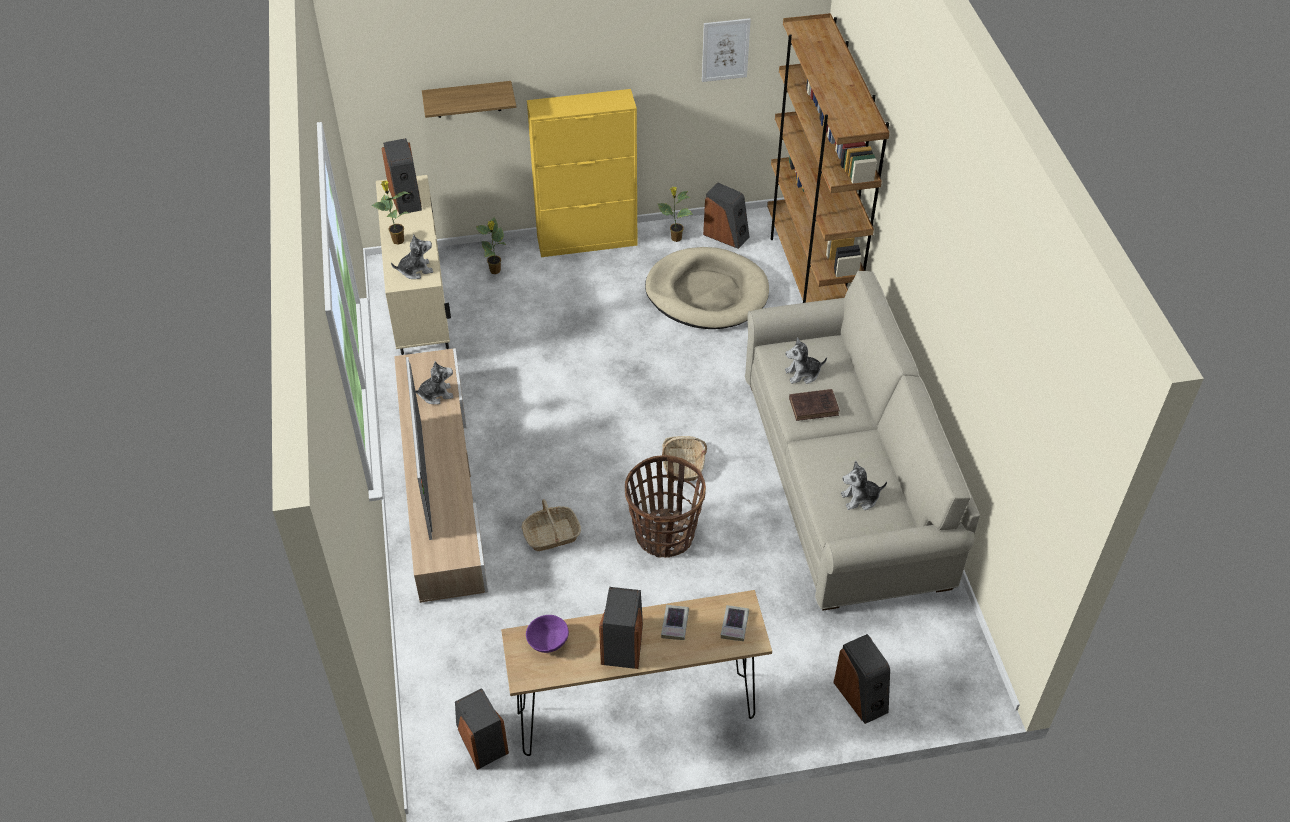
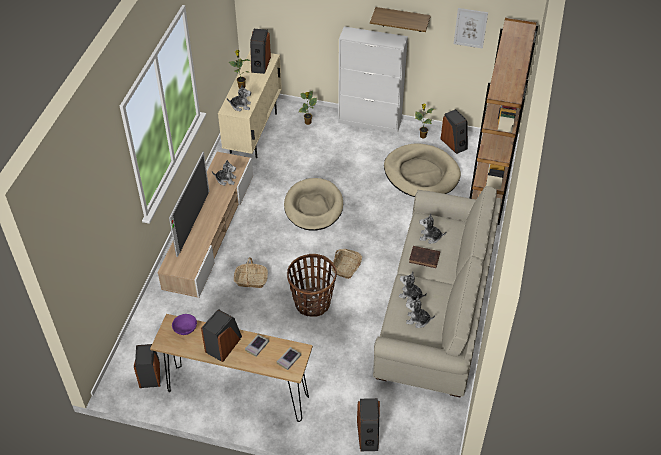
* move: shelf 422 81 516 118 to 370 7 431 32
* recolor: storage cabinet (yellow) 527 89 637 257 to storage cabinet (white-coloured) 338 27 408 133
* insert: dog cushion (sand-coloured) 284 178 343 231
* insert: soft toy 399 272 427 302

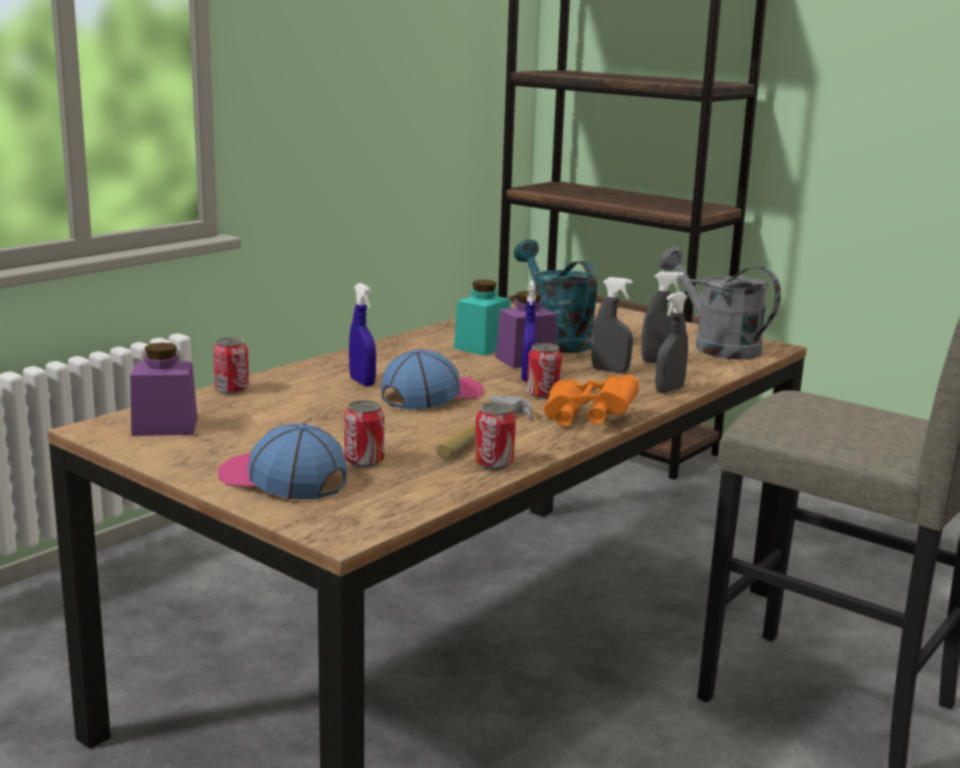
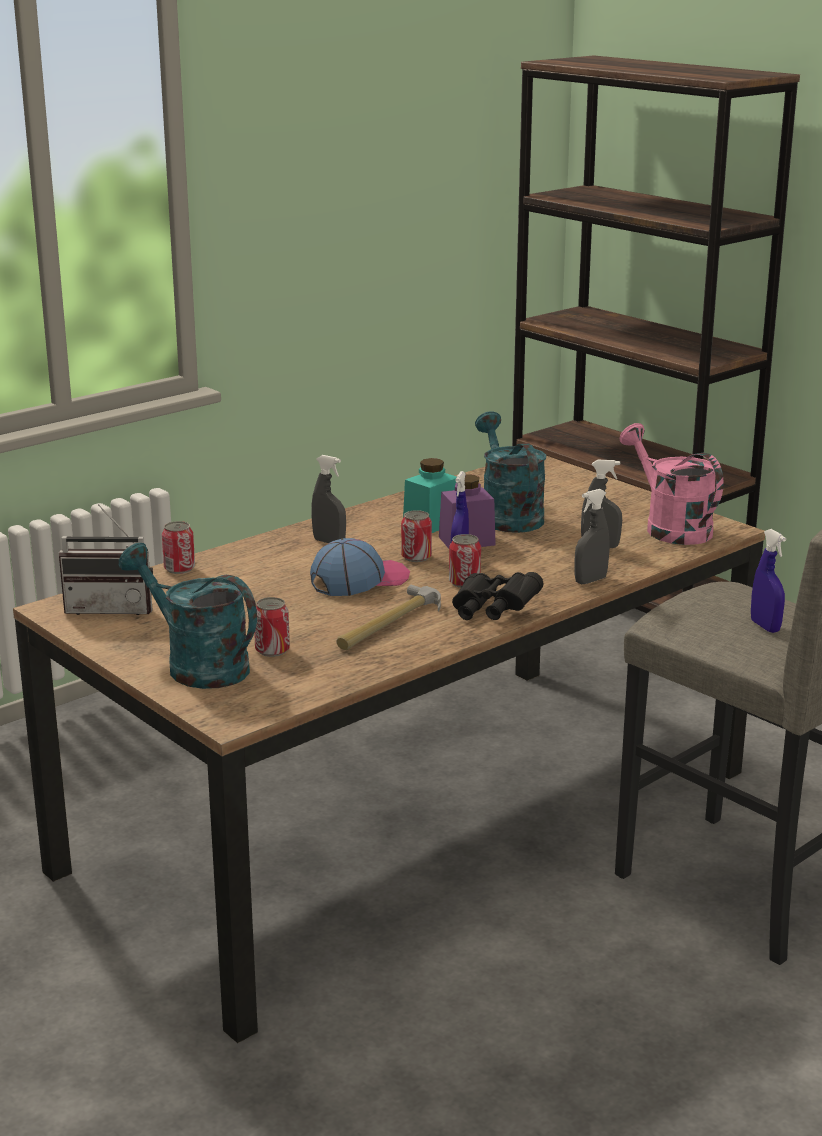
* replace: storage jar (purplish) 130 342 198 436 to radio set 59 504 153 615
* replace: cap 218 423 347 499 to sprinkling can (blue-green) 119 543 257 689
* move: spray bottle (blue) 349 283 376 386 to 751 529 786 633
* move: sealed can 475 403 516 470 to 401 510 432 562
* recolor: pair of binoculars (orange) 544 375 639 427 to pair of binoculars (blackish) 452 572 543 620
* move: spray bottle (grey) 591 277 633 373 to 311 455 346 543
* recolor: sprinkling can (grey) 659 247 781 359 to sprinkling can (pinkish) 620 423 724 545

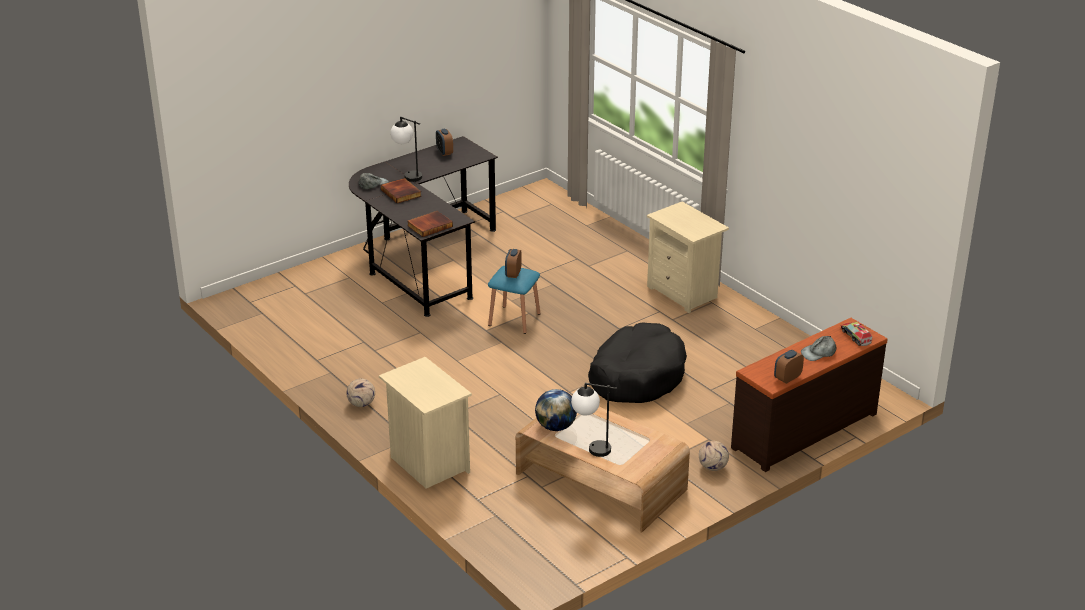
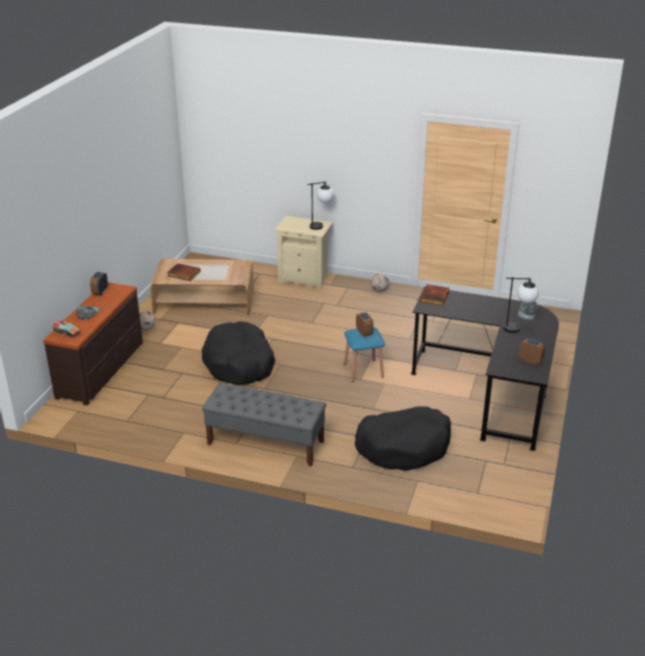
* move: bound book 381 178 422 203 to 167 263 201 281
* delete: desk globe 535 389 577 431
* move: tabletop lamp 571 383 617 457 to 307 182 334 230
* replace: bedside table (sand-coloured) 647 202 729 313 to bench (grey) 202 383 326 466
* insert: dog cushion (blackish) 355 406 451 471

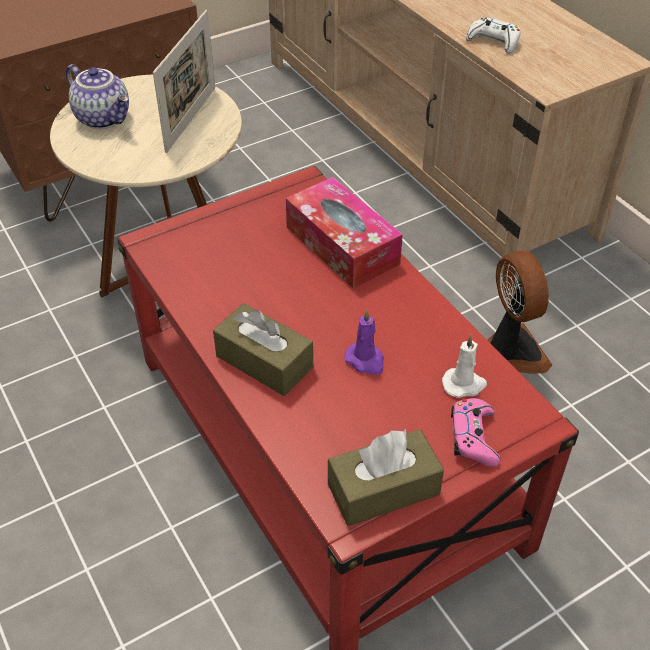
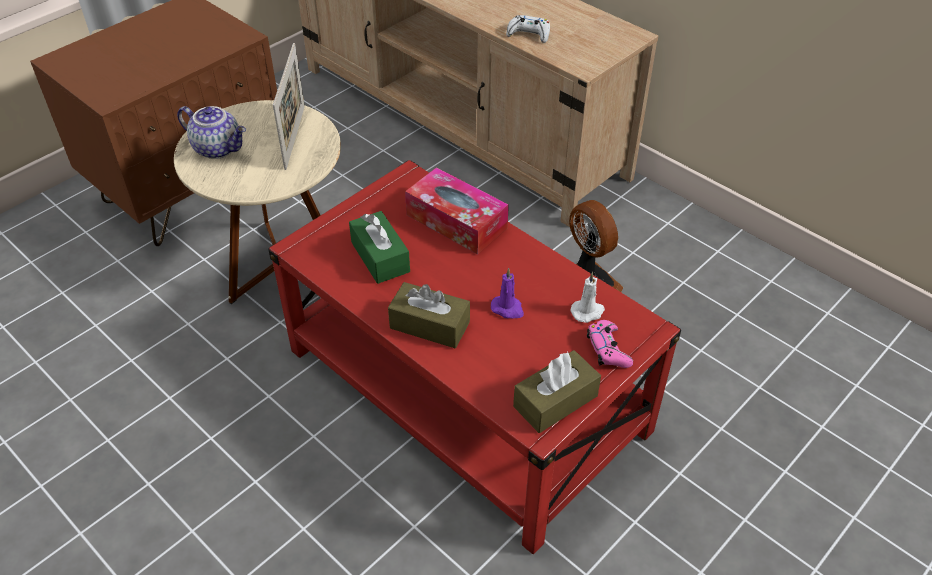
* insert: box of tissues (greenish) 349 211 410 284

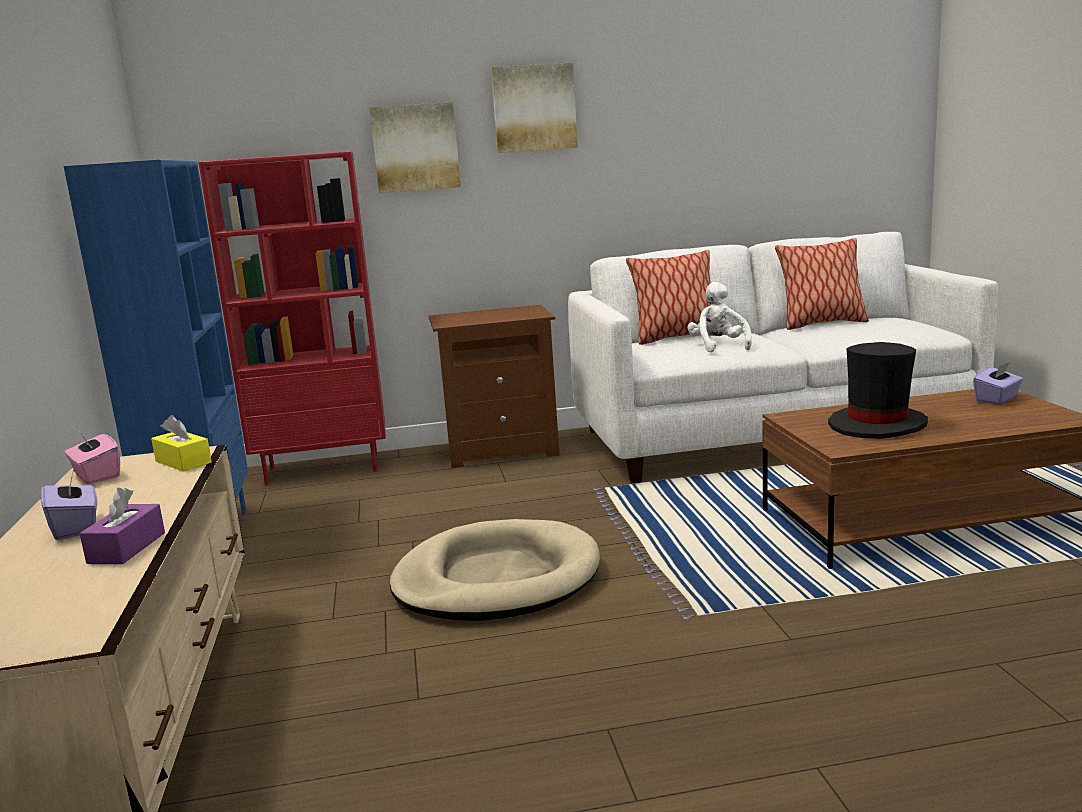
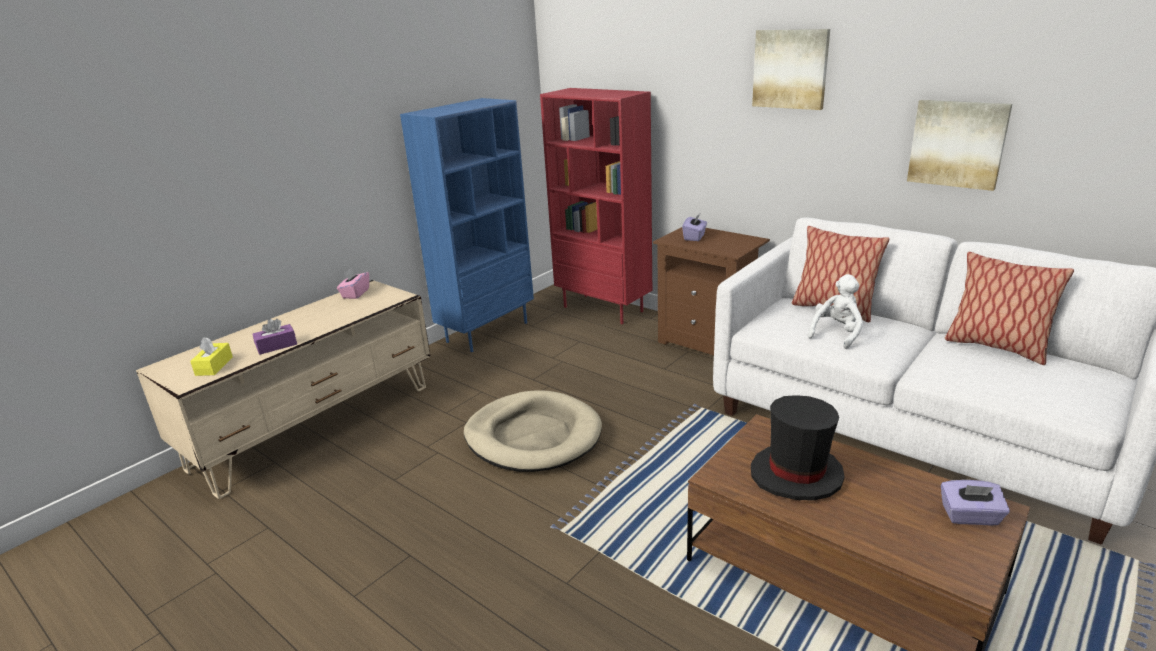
* move: box of tissues (purplish) 41 469 97 540 to 682 214 707 241
* move: box of tissues (yellow) 151 415 212 472 to 190 337 233 376
* move: picture 369 102 461 193 to 907 100 1012 191

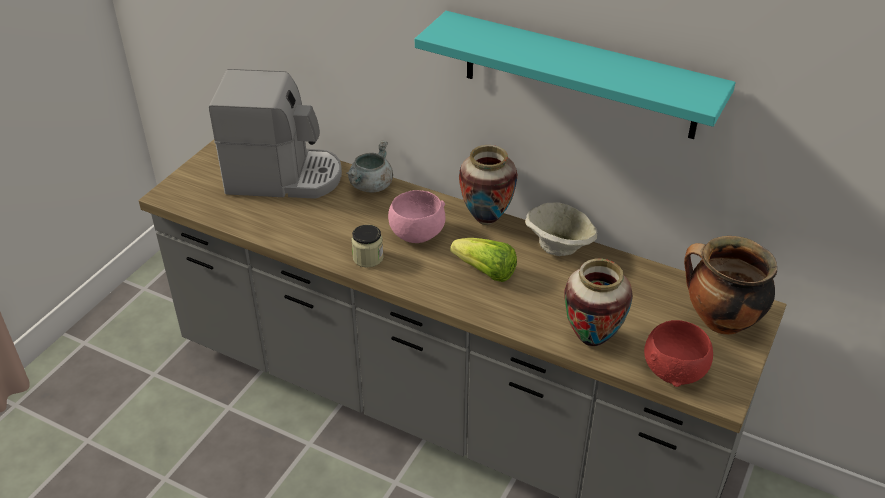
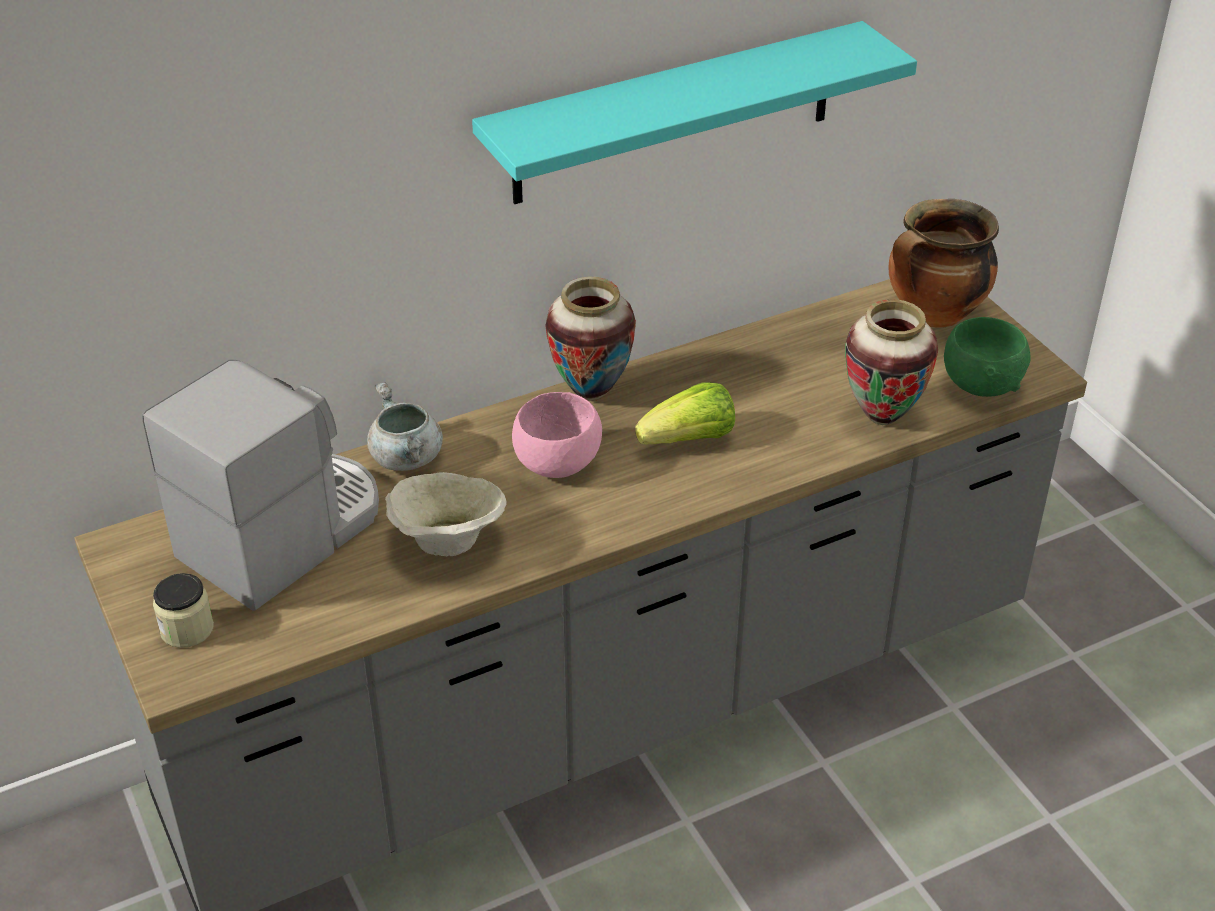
* move: storage jar 351 225 383 268 to 153 573 214 648
* move: deep dish (sand-coloured) 525 202 597 256 to 385 472 507 556
* recolor: deep dish (red) 644 320 713 387 to deep dish (greenish) 944 317 1031 397

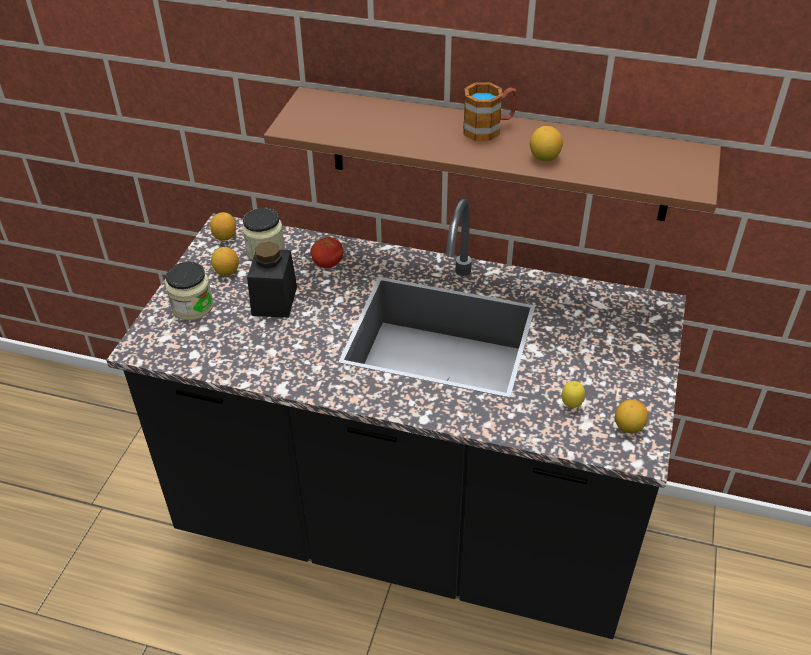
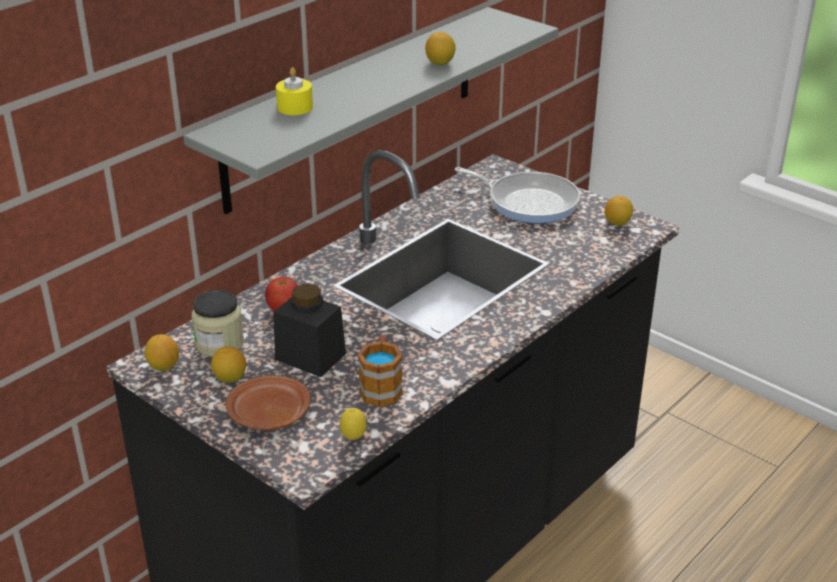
* replace: storage jar 166 262 213 320 to plate (brown-coloured) 226 375 310 430
* recolor: shelf (brown-coloured) 264 87 721 221 to shelf (grey) 183 7 559 214
* move: coffee mug 463 82 517 141 to 358 335 403 407
* move: citrus fruit 562 381 585 408 to 340 408 366 440
* insert: wax candle (yellow) 276 67 313 115
* insert: pan 455 167 580 223

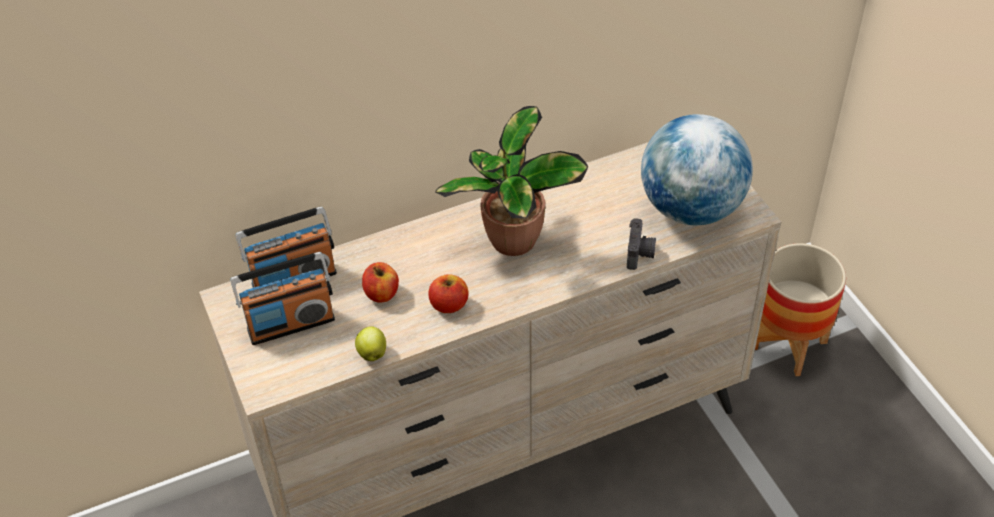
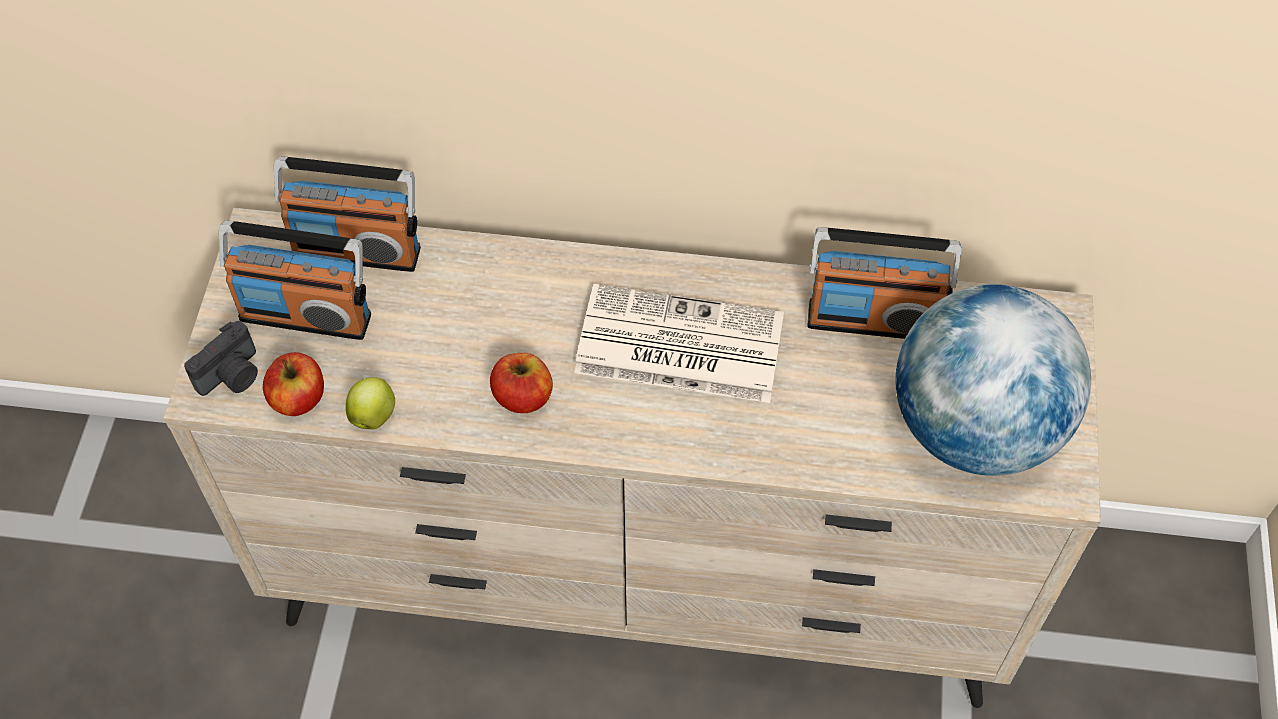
* move: apple 362 262 399 303 to 263 352 324 416
* replace: plant in a pot 435 106 588 256 to daily paper 574 284 784 403
* move: still camera 627 218 656 270 to 184 321 258 396
* delete: planter 755 243 846 376
* insert: radio set 807 227 962 339

